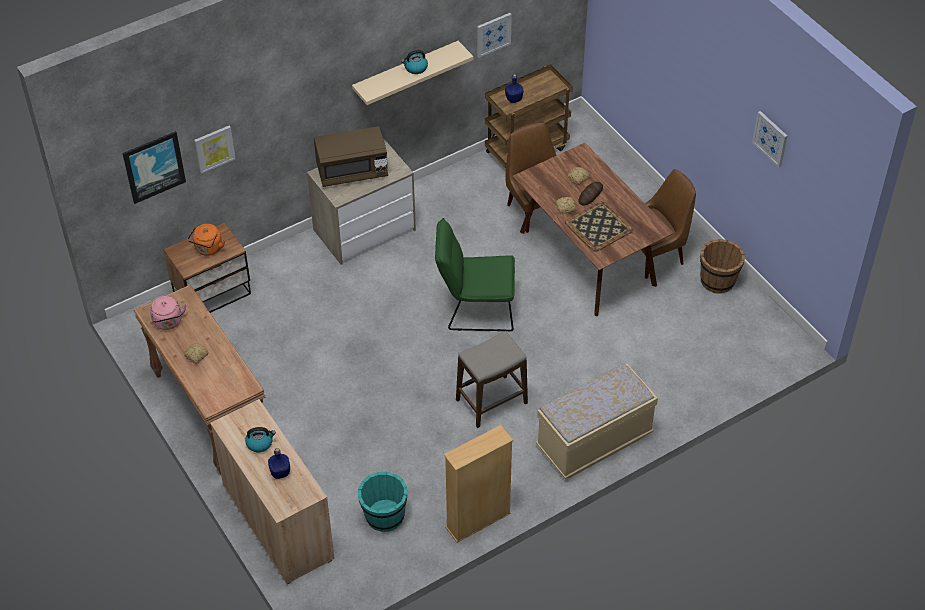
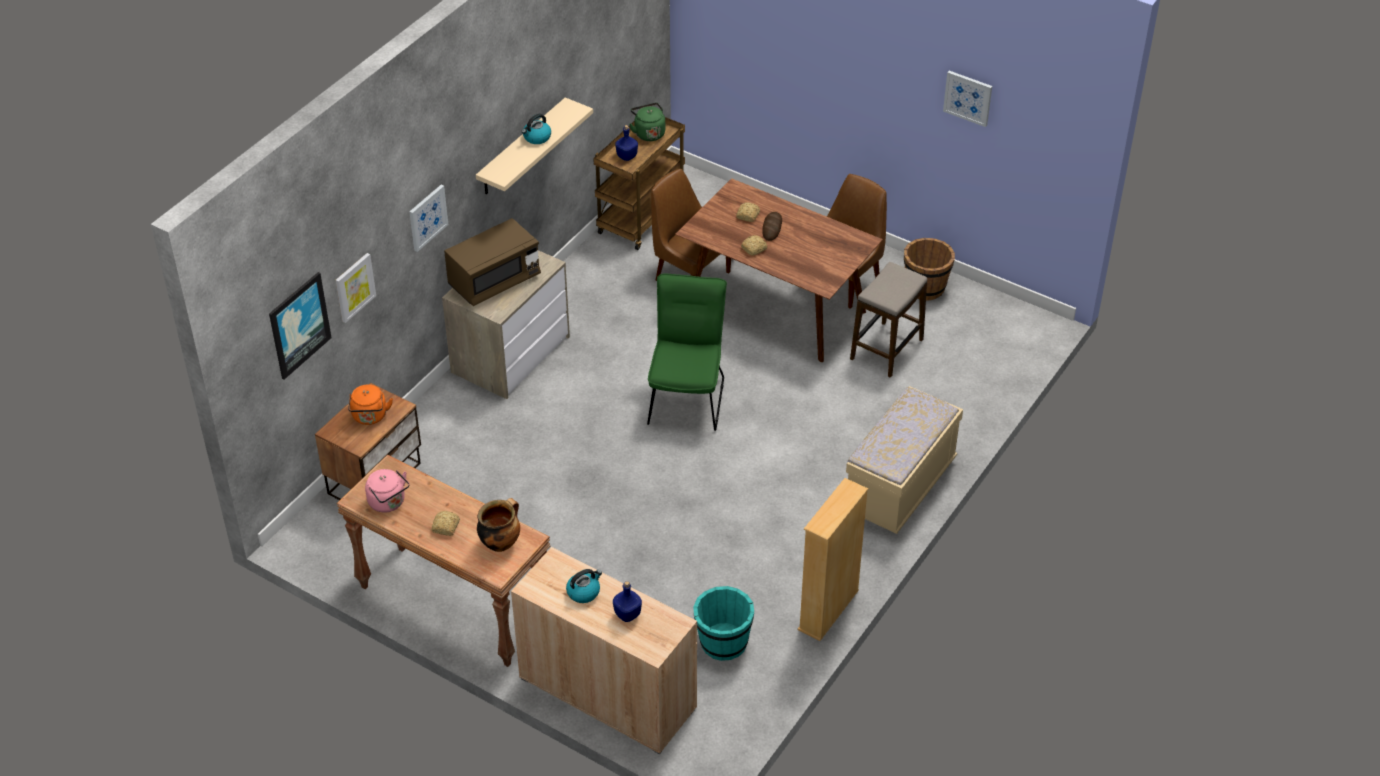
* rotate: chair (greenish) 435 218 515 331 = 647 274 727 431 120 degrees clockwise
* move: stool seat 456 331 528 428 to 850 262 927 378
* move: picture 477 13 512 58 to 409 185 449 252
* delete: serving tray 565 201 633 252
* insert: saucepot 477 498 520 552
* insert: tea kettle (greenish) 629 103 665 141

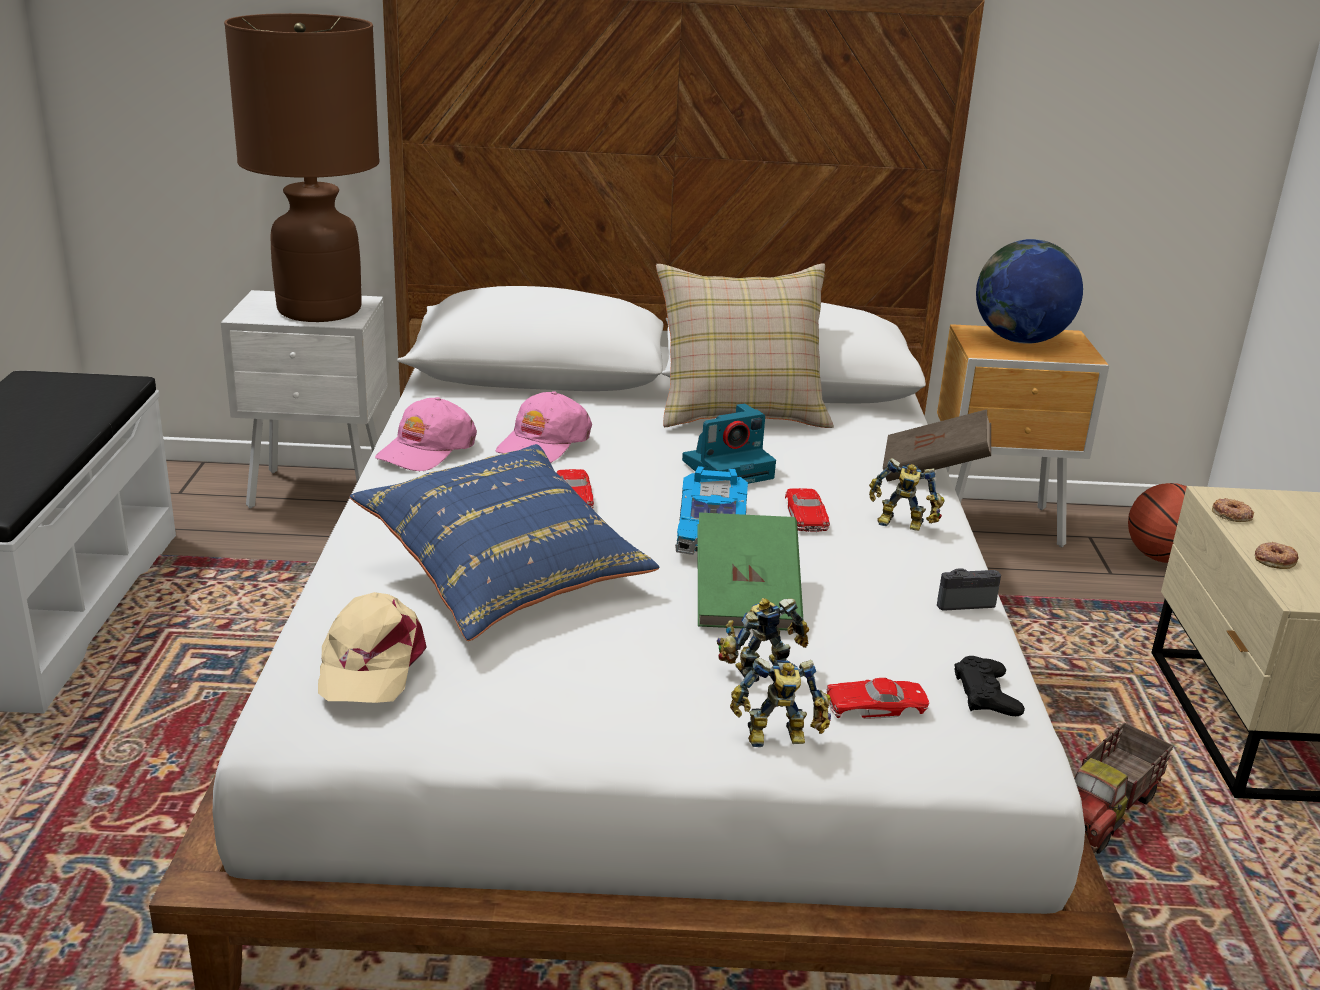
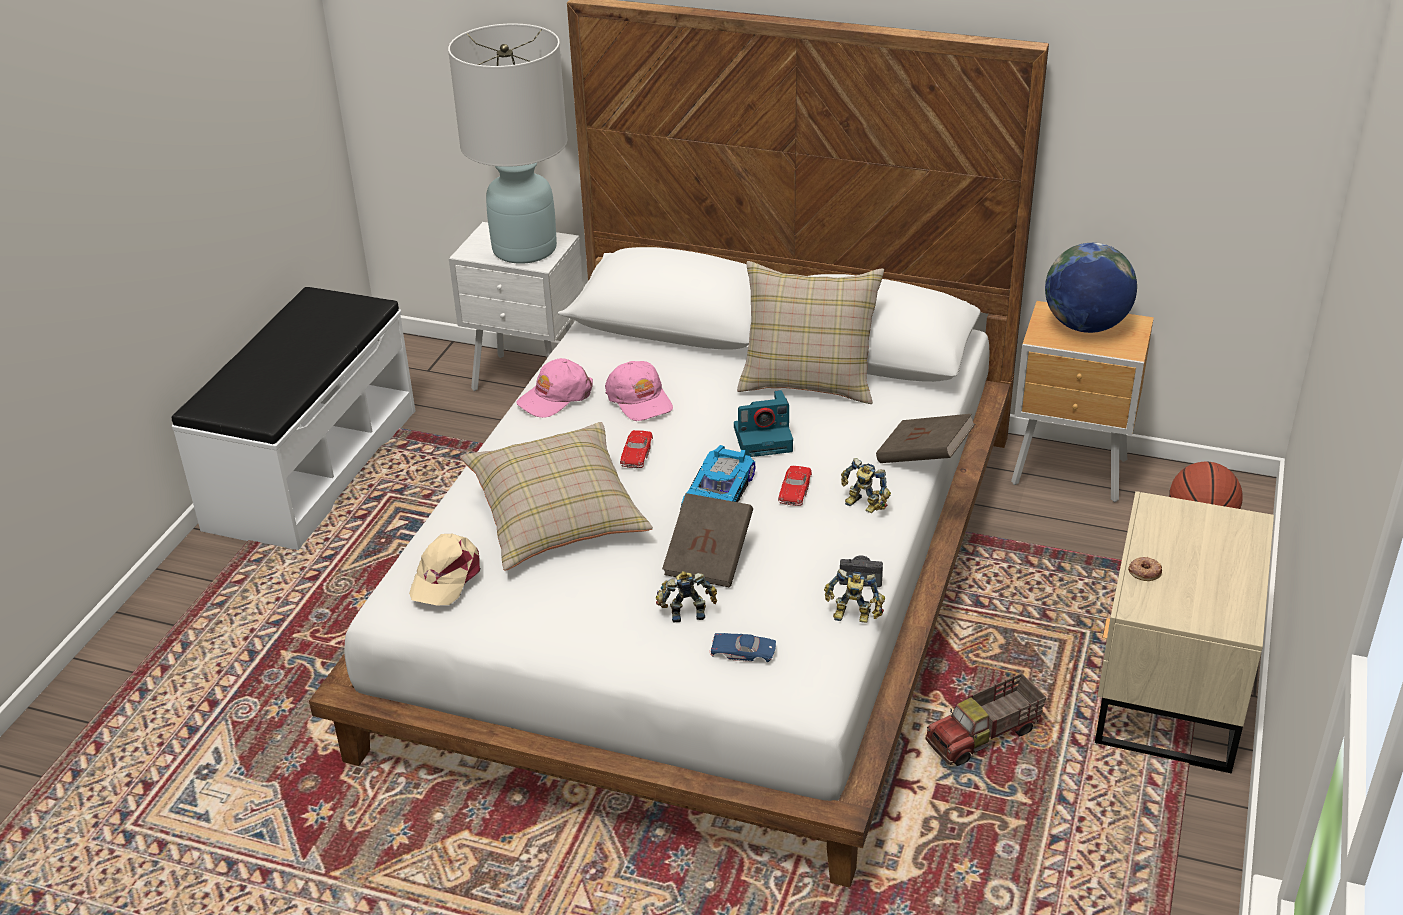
* recolor: tabletop lamp (brown-coloured) 224 13 380 322 to tabletop lamp (white-coloured) 448 24 568 264
* recolor: pillow (blue) 350 444 660 641 to pillow (sand-coloured) 460 422 653 571
* rotate: cap (pinkish) 496 391 592 463 = 605 361 673 421 75 degrees counterclockwise
* recolor: bound book (greenish) 697 512 803 630 to bound book (brown-coloured) 662 493 753 587
* move: model robot 730 658 831 747 to 824 569 885 623
* recolor: toy car (red) 825 678 929 719 to toy car (blue) 710 633 776 662
* delete: joypad (blackish) 954 656 1025 716
* delete: donut 1212 498 1254 522

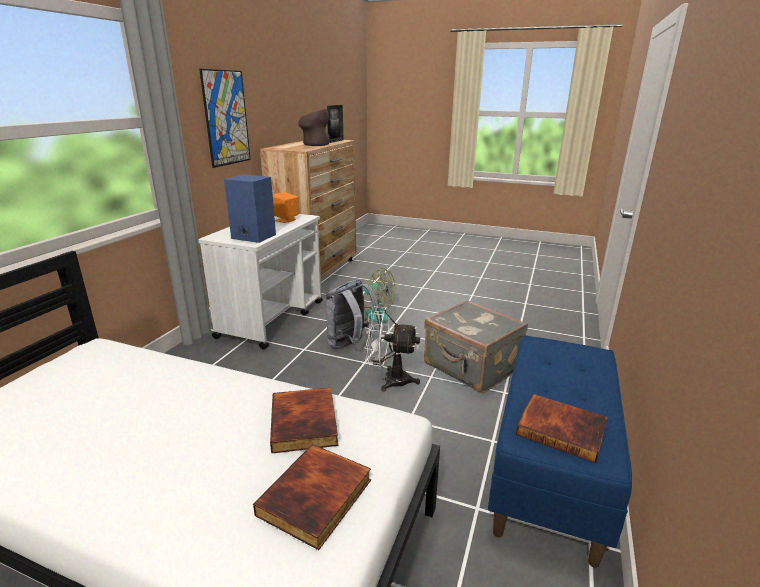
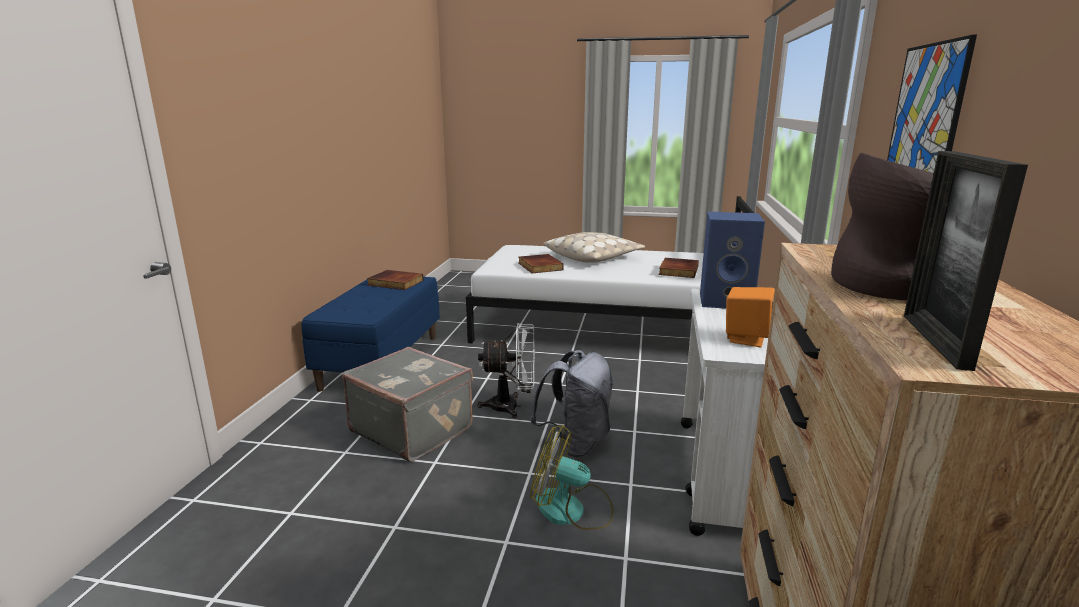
* move: bound book 253 444 371 550 to 659 258 699 278
* insert: pillow (sand-coloured) 543 232 645 263

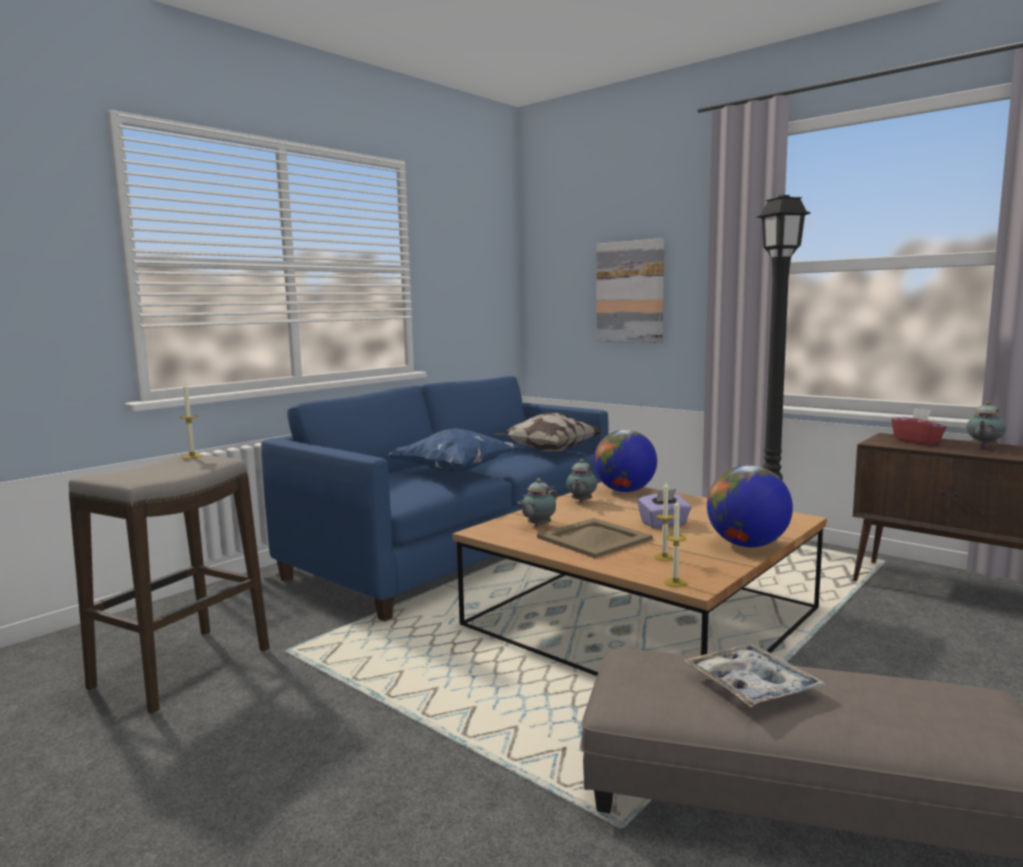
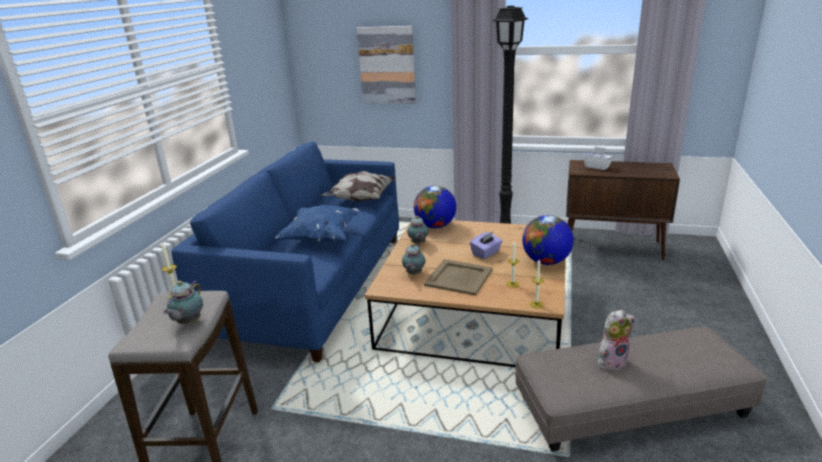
* replace: serving tray 684 644 826 707 to soft toy 597 310 635 371
* recolor: box of tissues (red) 891 408 947 445 to box of tissues (white-coloured) 583 147 613 170
* move: pot for tea 966 401 1006 448 to 163 281 203 324

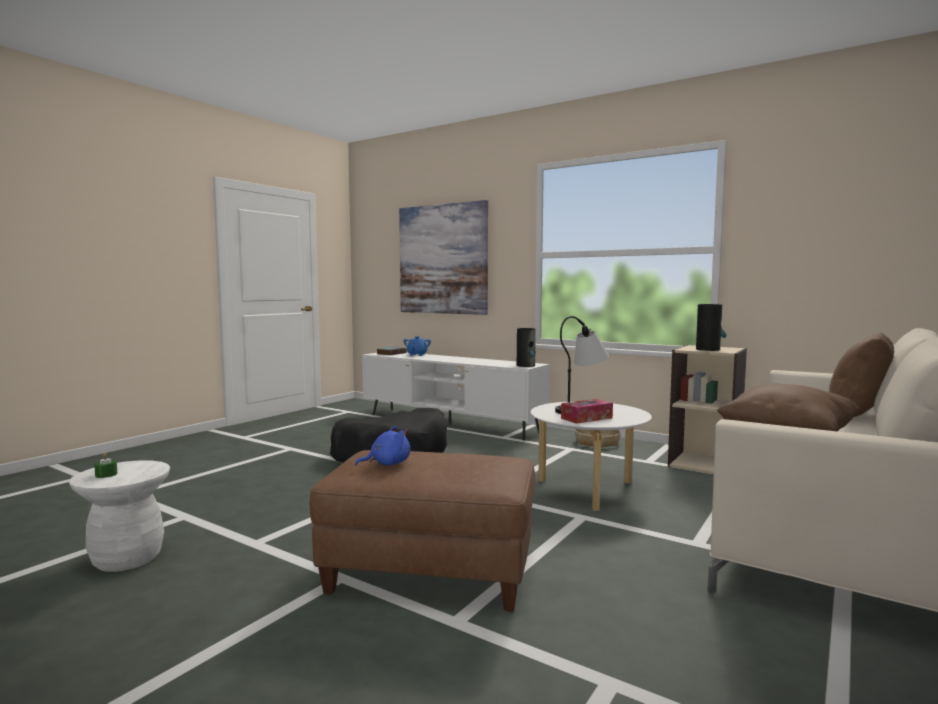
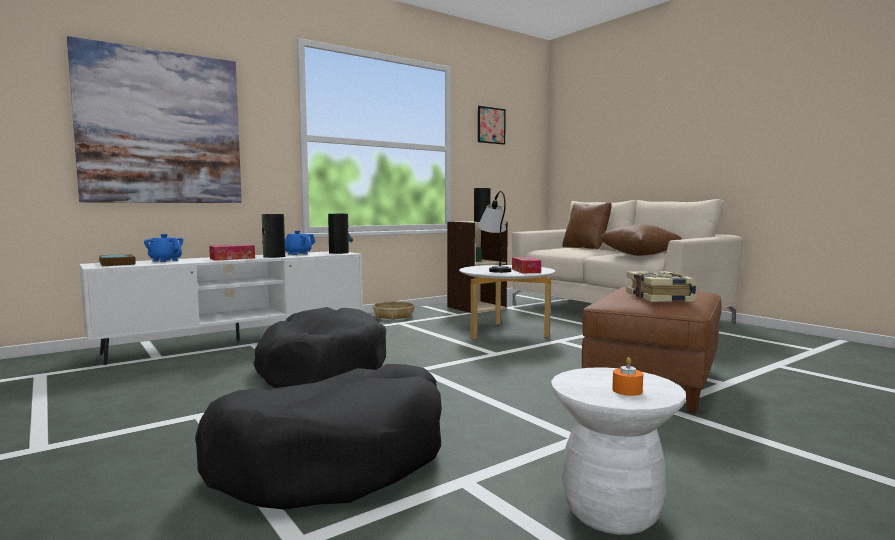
* recolor: wax candle (greenish) 94 453 117 478 to wax candle (orange) 612 357 643 396
* replace: soft toy (blue) 355 426 410 466 to bound book 626 271 697 302
* insert: dog cushion (blackish) 195 364 442 510
* insert: box of tissues 209 244 255 261
* insert: flower vase 262 214 285 258
* insert: pot for tea (blue) 285 230 315 255
* insert: picture 478 106 506 145

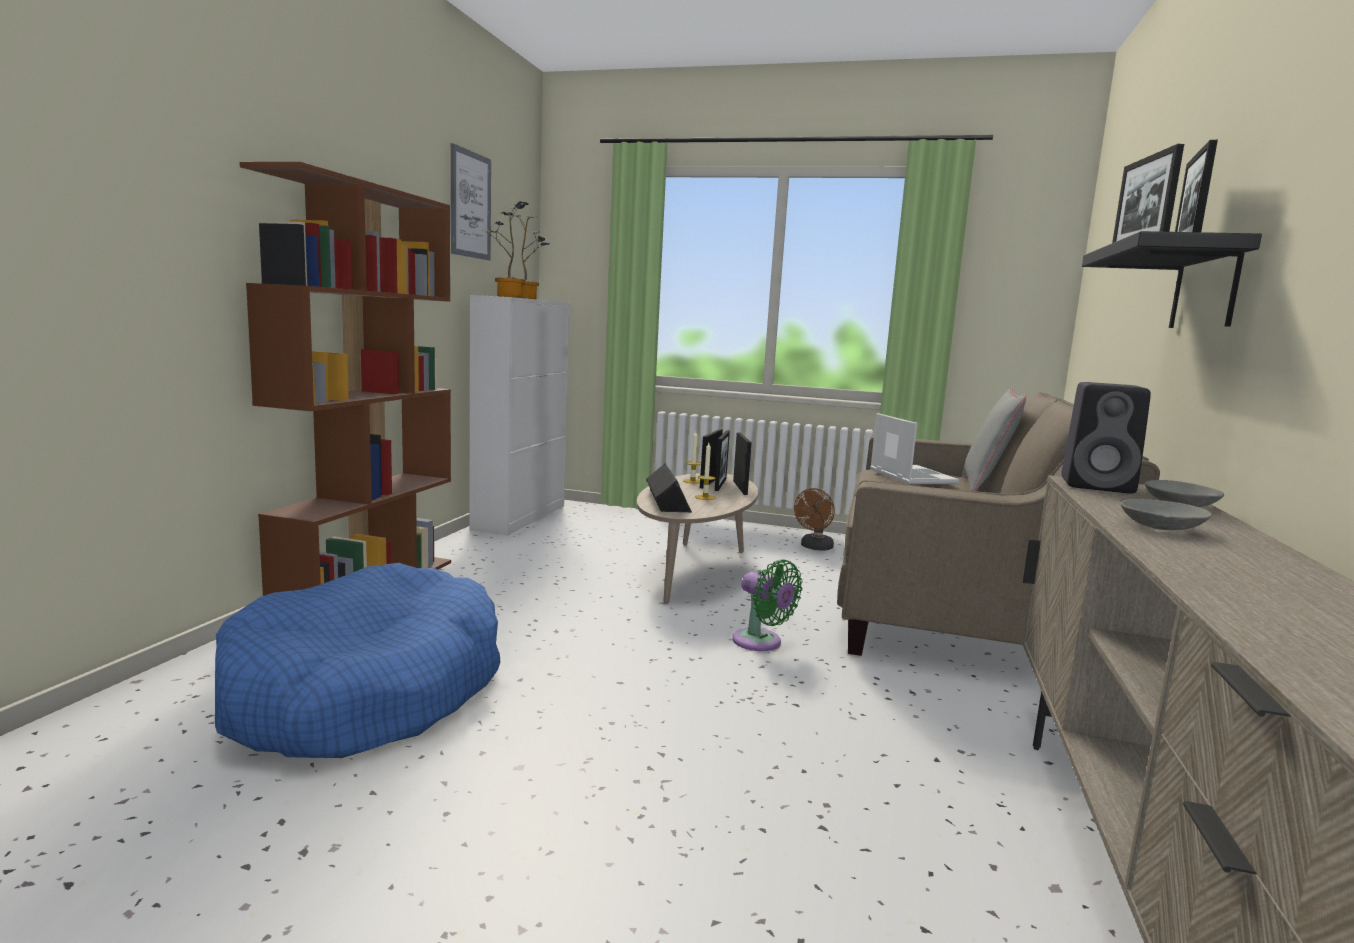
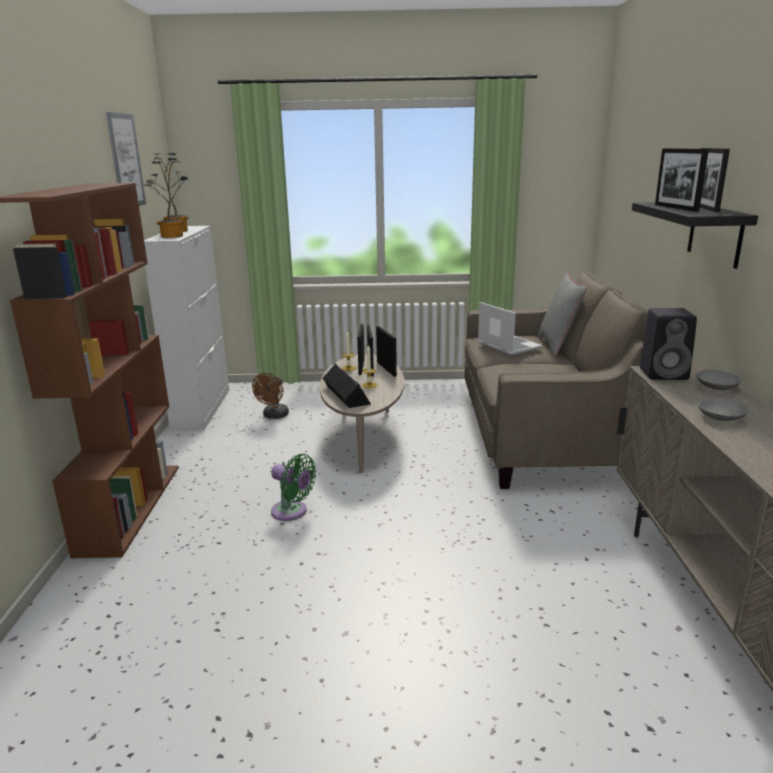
* delete: dog cushion (blue) 215 563 500 758
* move: fan (greenish) 733 559 803 651 to 271 454 316 521
* move: fan (brown-coloured) 794 488 835 551 to 252 373 289 419

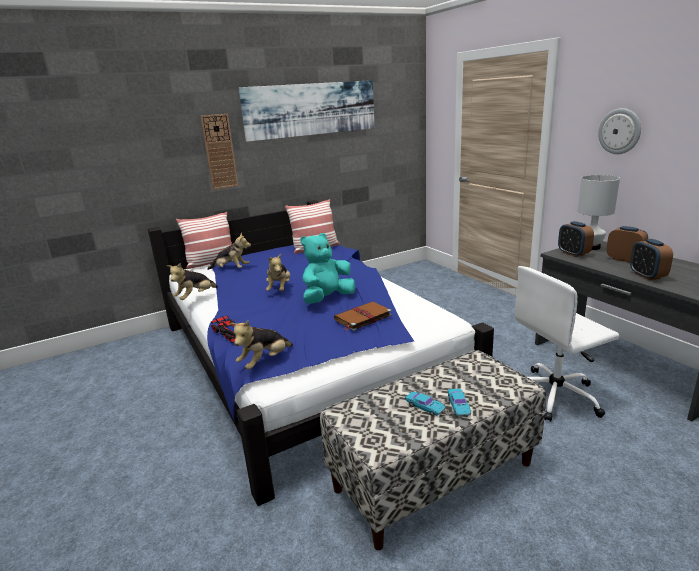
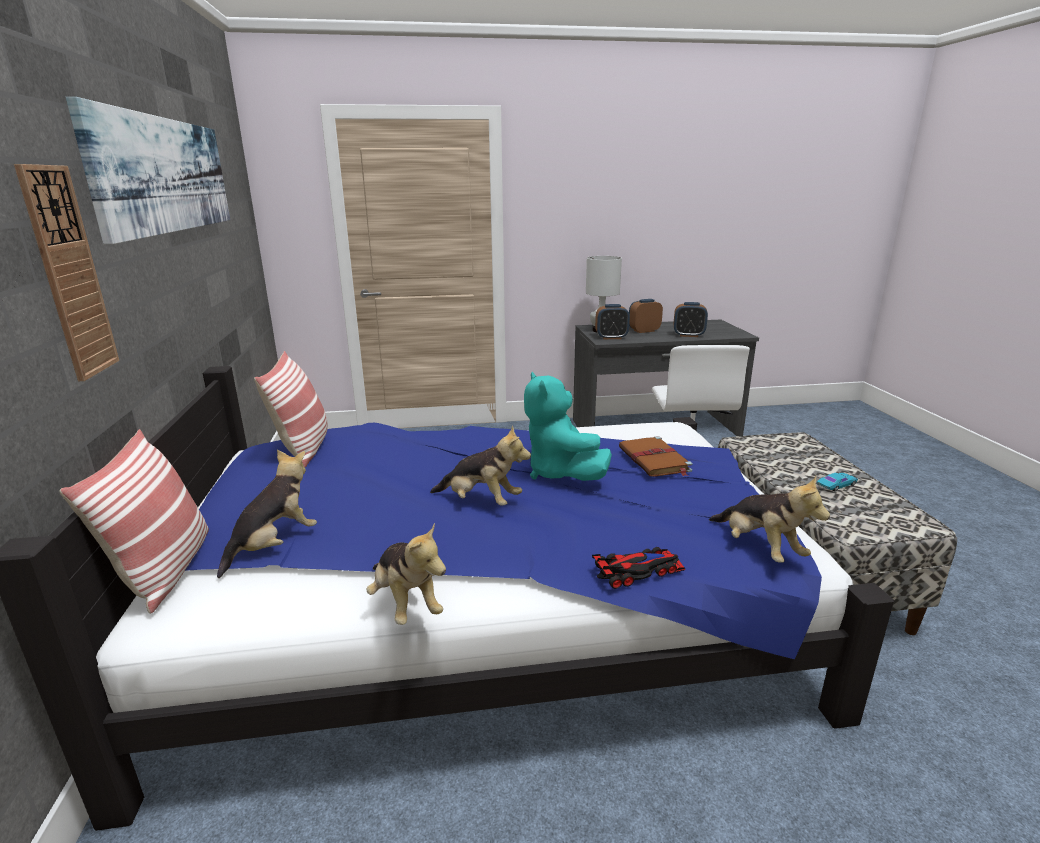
* delete: toy car (blue-green) 448 389 471 416
* delete: hanging clock 598 108 641 154

